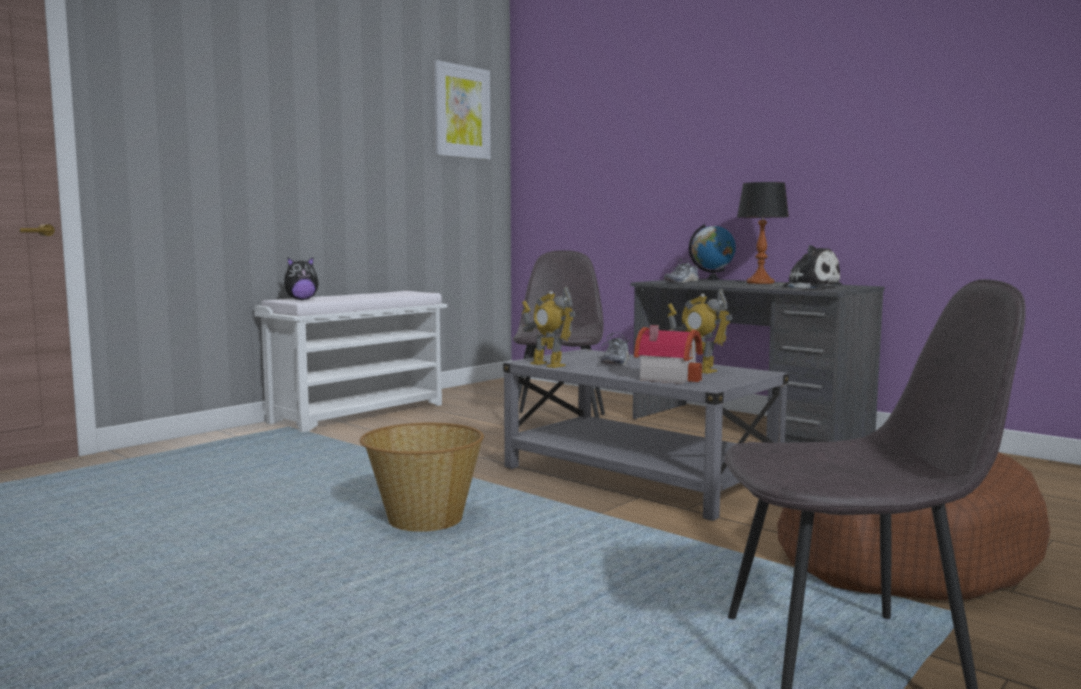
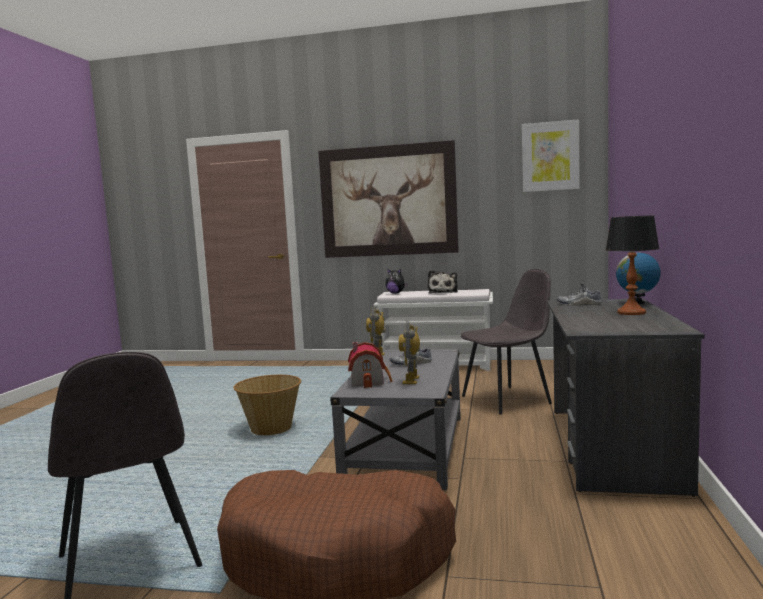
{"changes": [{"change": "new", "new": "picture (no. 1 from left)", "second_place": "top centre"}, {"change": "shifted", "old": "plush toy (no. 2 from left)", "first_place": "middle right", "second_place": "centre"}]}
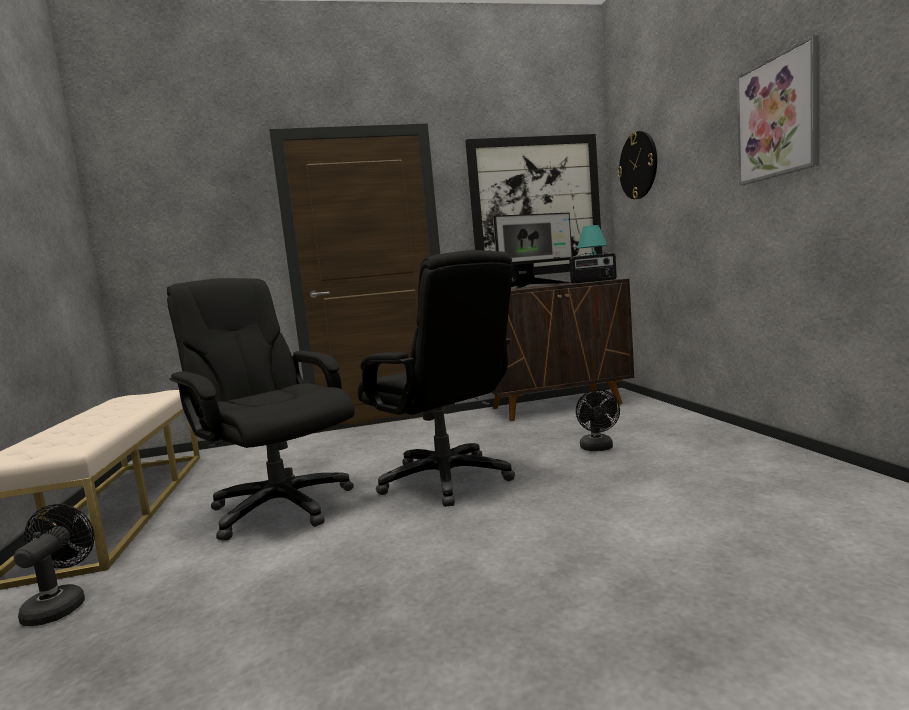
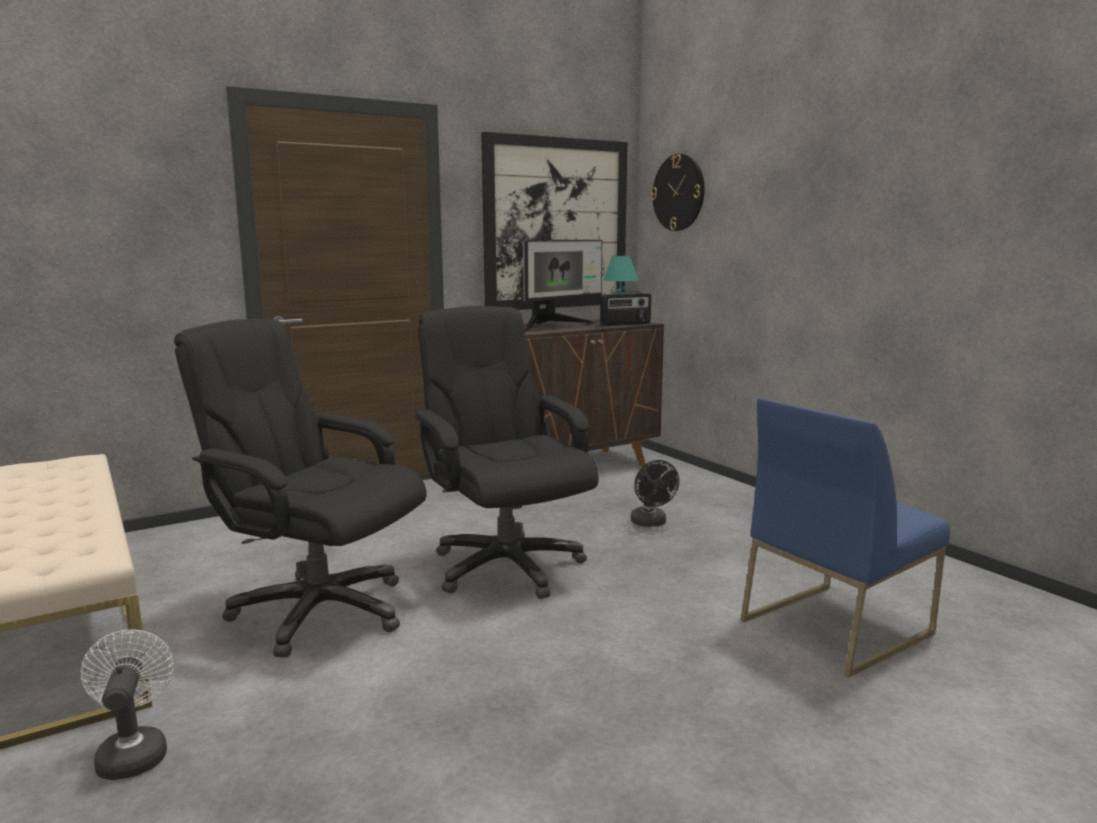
{"changes": [{"change": "repainted", "old": "black fan (no. 1 from left)", "new": "white fan", "first_place": "bottom left", "second_place": "bottom left"}, {"change": "rotated", "old": "black office chair (no. 2 from left)", "first_place": "centre", "second_place": "centre", "degrees": -150}, {"change": "new", "new": "blue chair", "second_place": "middle right"}, {"change": "gone", "old": "picture (no. 2 from left)", "first_place": "top right"}]}
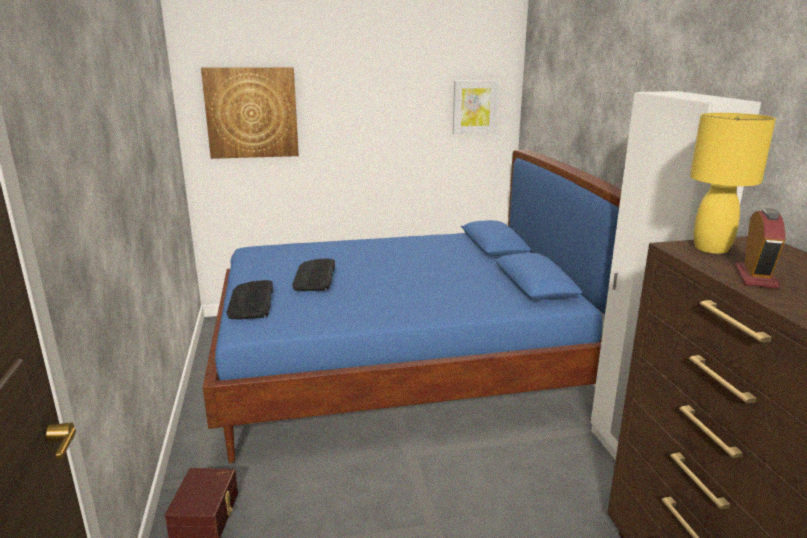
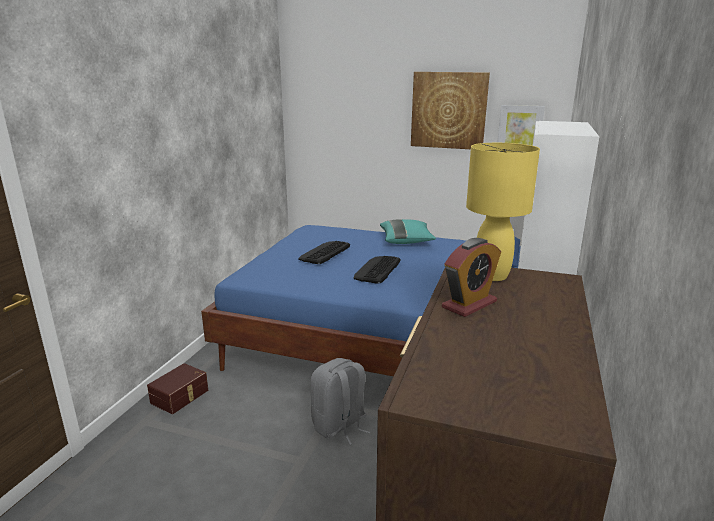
{"changes": [{"change": "new", "new": "grey backpack", "second_place": "bottom centre"}, {"change": "shifted", "old": "keyboard (no. 1 from left in the first image)", "new": "keyboard (no. 2 from left)", "first_place": "middle left", "second_place": "centre"}, {"change": "new", "new": "turquoise pillow", "second_place": "centre"}, {"change": "shifted", "old": "picture (no. 1 from left)", "first_place": "top left", "second_place": "top centre"}]}
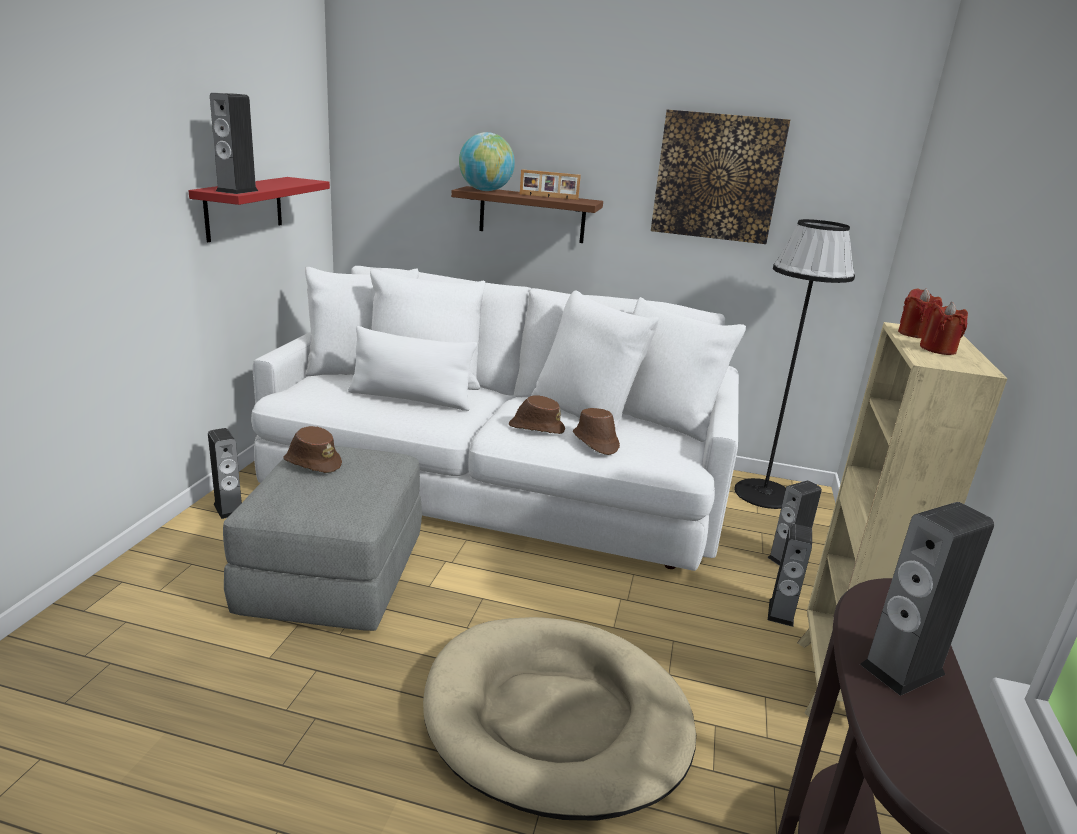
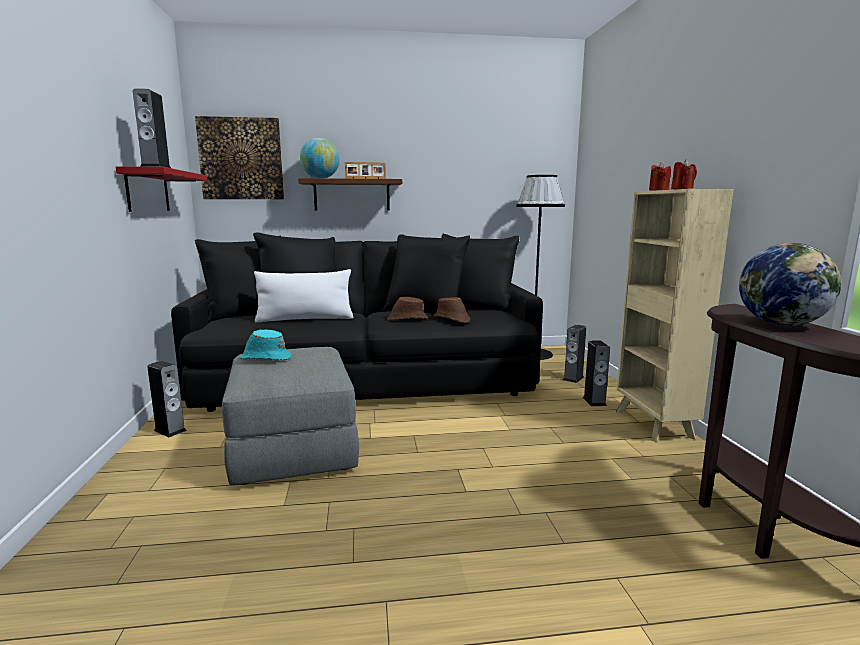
{"changes": [{"change": "repainted", "old": "white sofa", "new": "black sofa", "first_place": "centre", "second_place": "centre"}, {"change": "shifted", "old": "picture", "first_place": "top right", "second_place": "top left"}, {"change": "repainted", "old": "brown hat (no. 1 from left)", "new": "turquoise hat", "first_place": "middle left", "second_place": "middle left"}, {"change": "swapped", "old": "speaker (no. 5 from left)", "new": "globe (no. 2 from left)", "first_place": "bottom right", "second_place": "middle right"}, {"change": "gone", "old": "beige dog bed", "first_place": "bottom centre"}]}
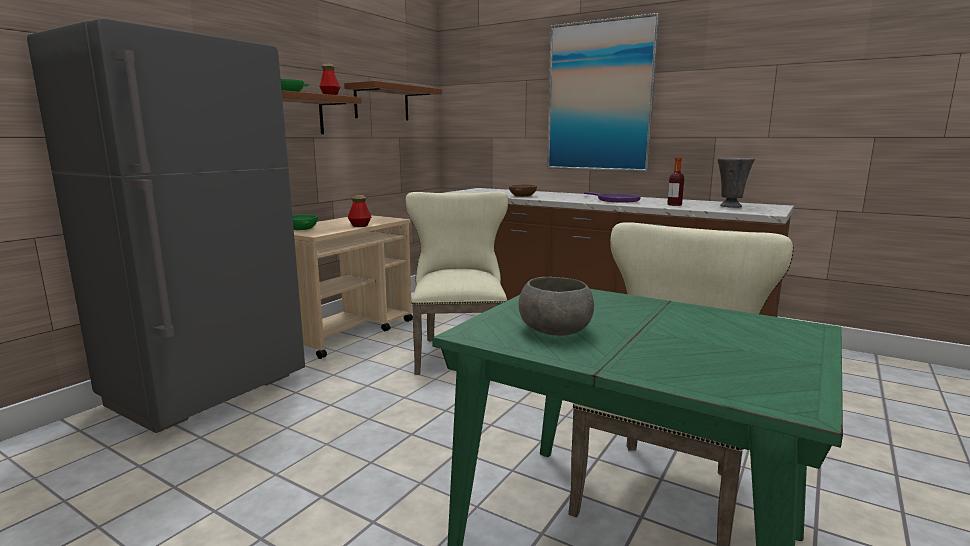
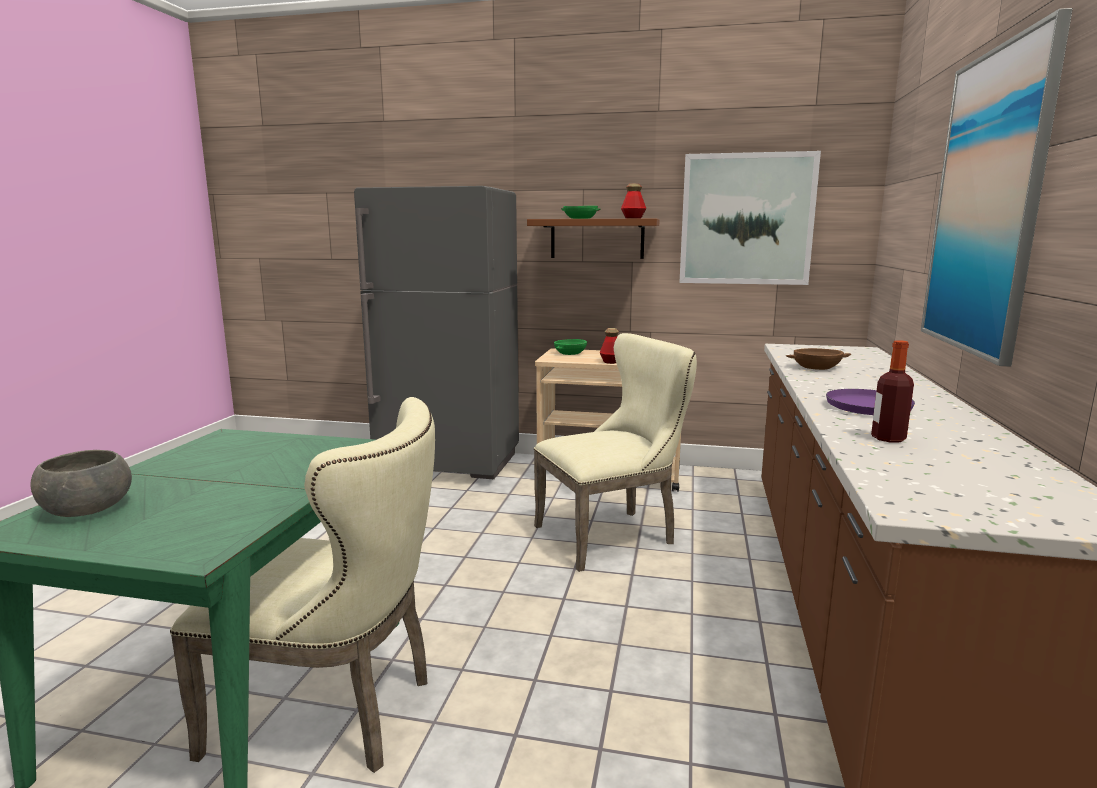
{"changes": [{"change": "shifted", "old": "grey bowl", "first_place": "centre", "second_place": "middle left"}, {"change": "swapped", "old": "brown shelf (no. 2 from left)", "new": "picture (no. 1 from left)", "first_place": "top centre", "second_place": "top right"}, {"change": "gone", "old": "grey vase", "first_place": "middle right"}]}
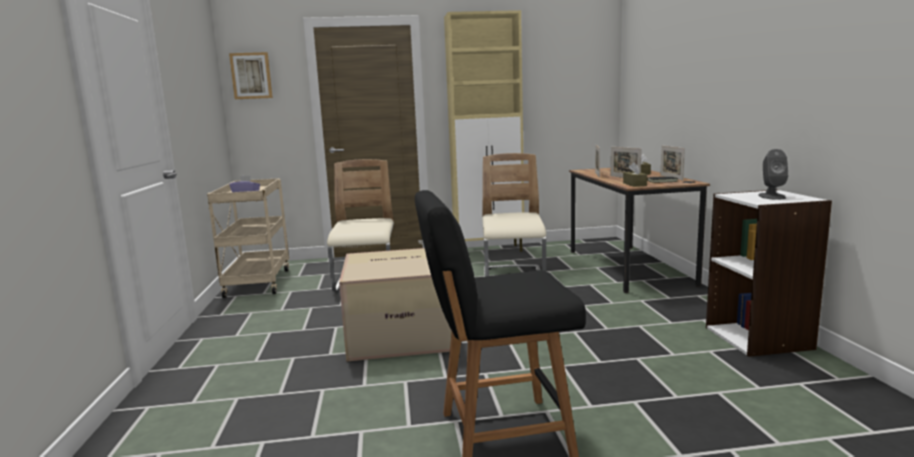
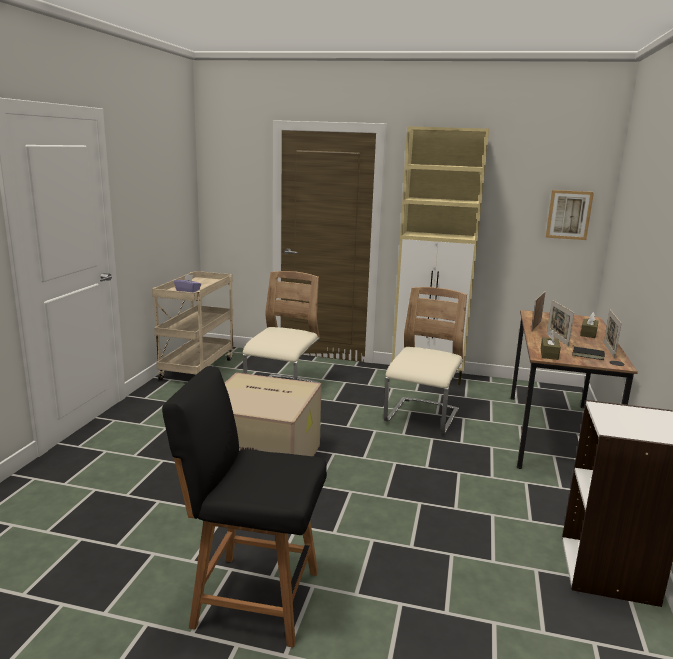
{"changes": [{"change": "shifted", "old": "picture", "first_place": "top left", "second_place": "top right"}, {"change": "gone", "old": "grey speaker", "first_place": "middle right"}]}
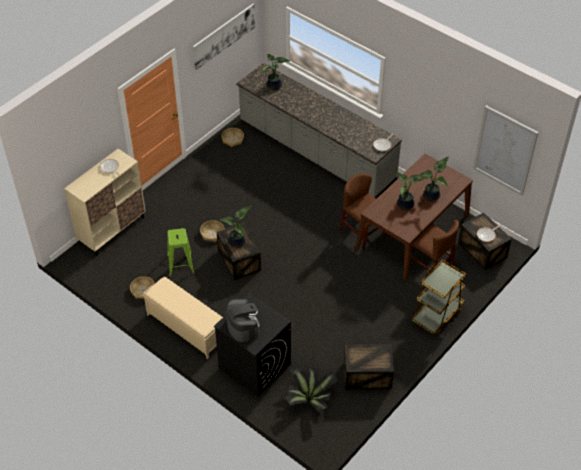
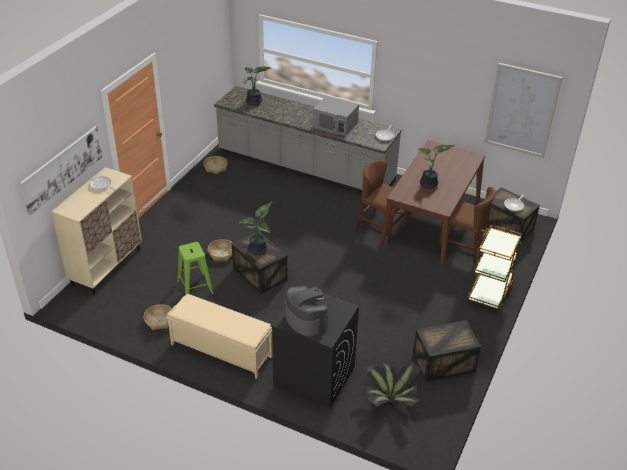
{"changes": [{"change": "shifted", "old": "picture (no. 1 from left)", "first_place": "top centre", "second_place": "middle left"}, {"change": "new", "new": "grey microwave", "second_place": "top centre"}, {"change": "gone", "old": "potted plant (no. 5 from left)", "first_place": "middle right"}]}
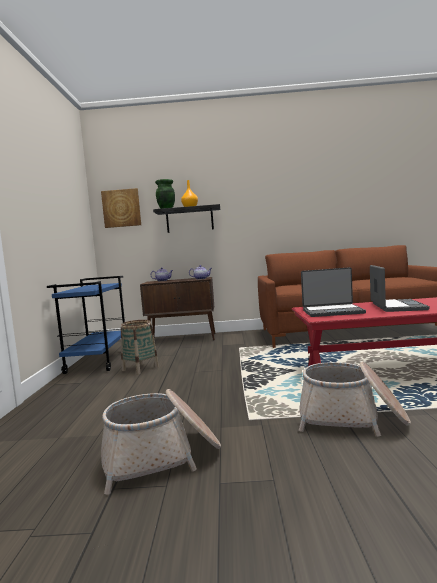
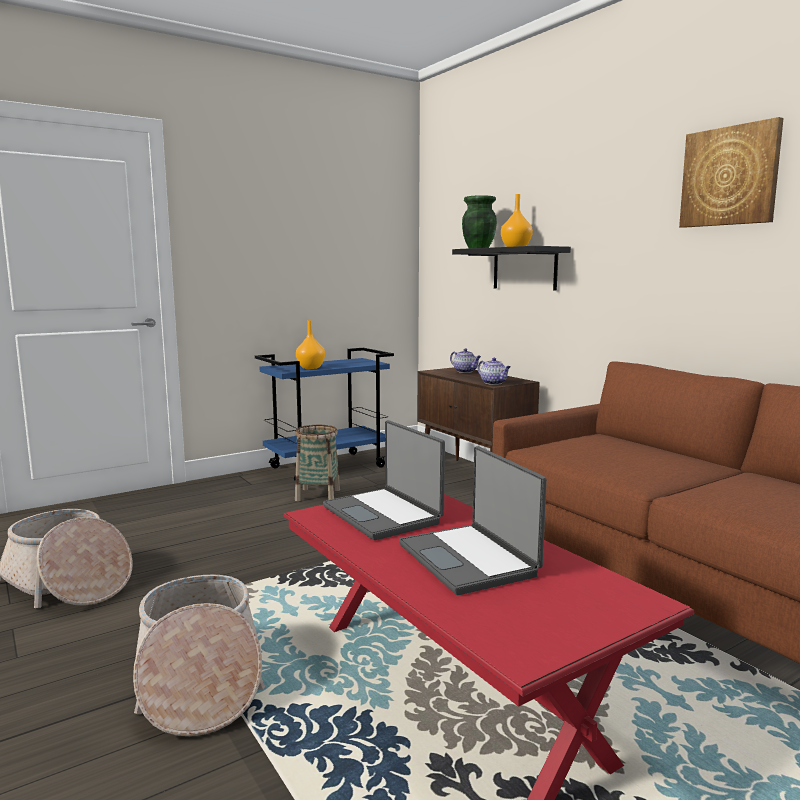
{"changes": [{"change": "new", "new": "orange vase (no. 1 from left)", "second_place": "centre"}, {"change": "rotated", "old": "laptop (no. 2 from left)", "first_place": "middle right", "second_place": "centre", "degrees": 90}, {"change": "shifted", "old": "picture", "first_place": "middle left", "second_place": "top right"}]}
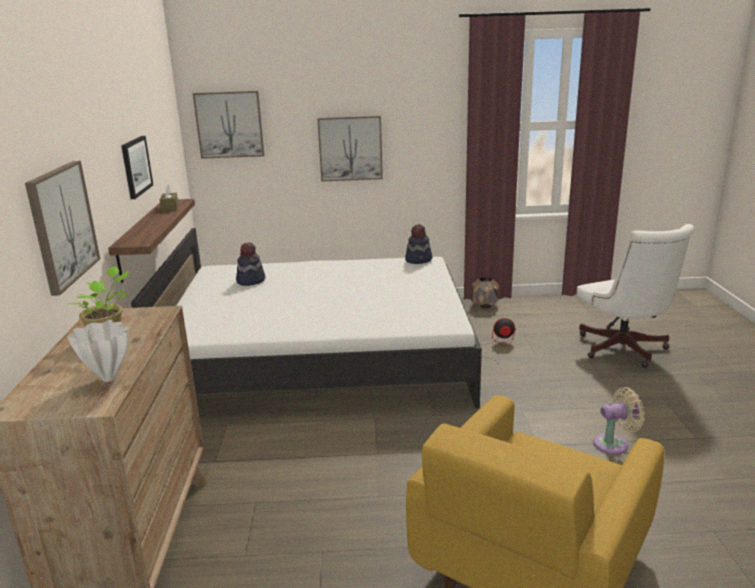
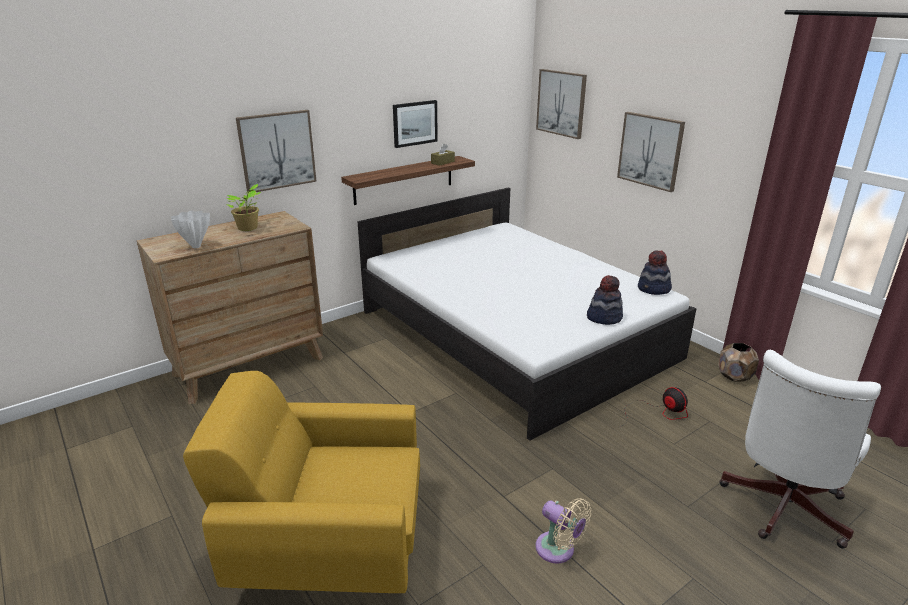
{"changes": [{"change": "shifted", "old": "hat (no. 1 from left)", "first_place": "middle left", "second_place": "centre"}]}
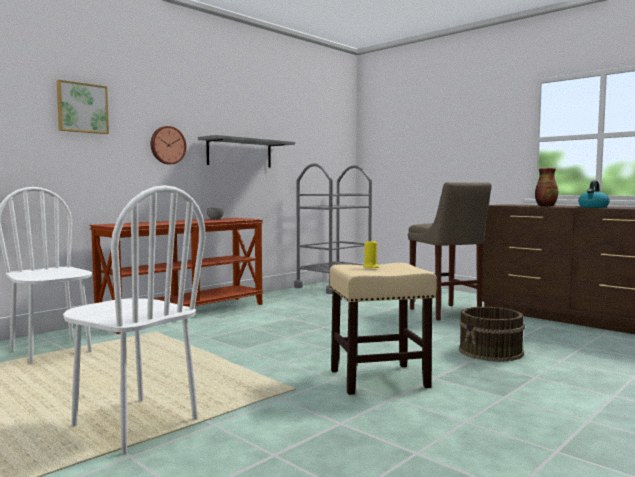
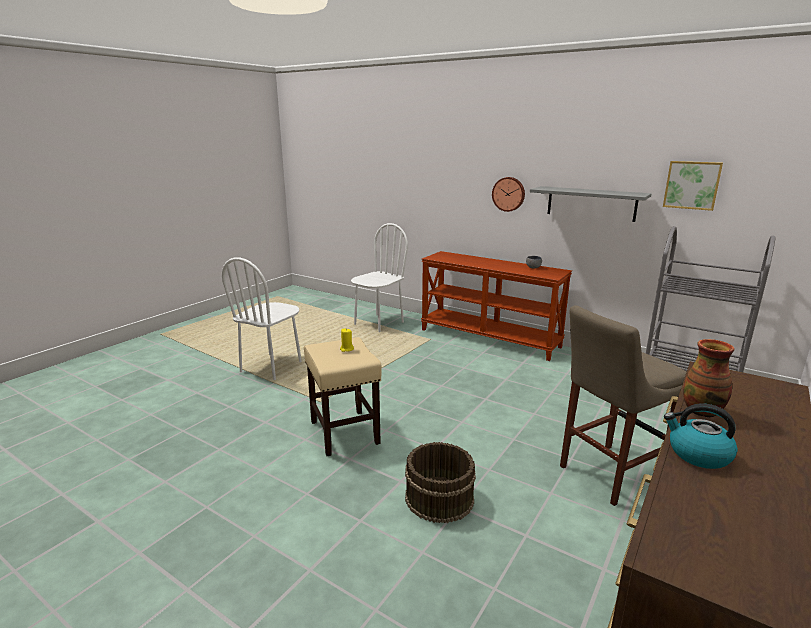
{"changes": [{"change": "shifted", "old": "picture", "first_place": "top left", "second_place": "top right"}]}
